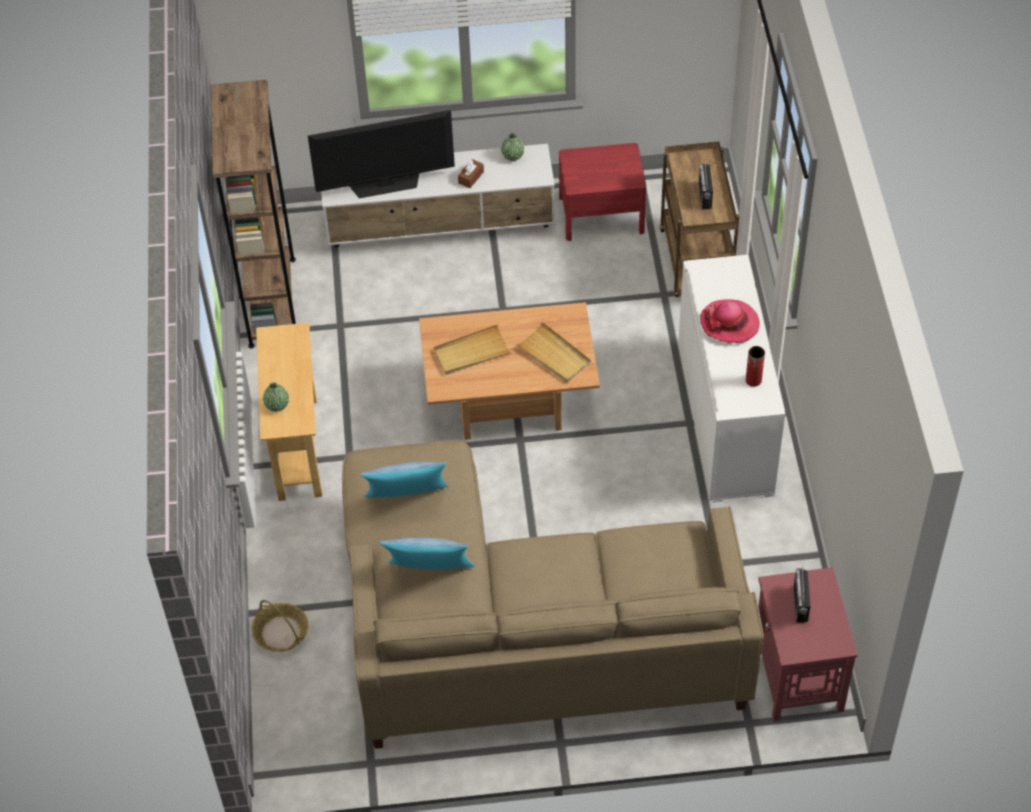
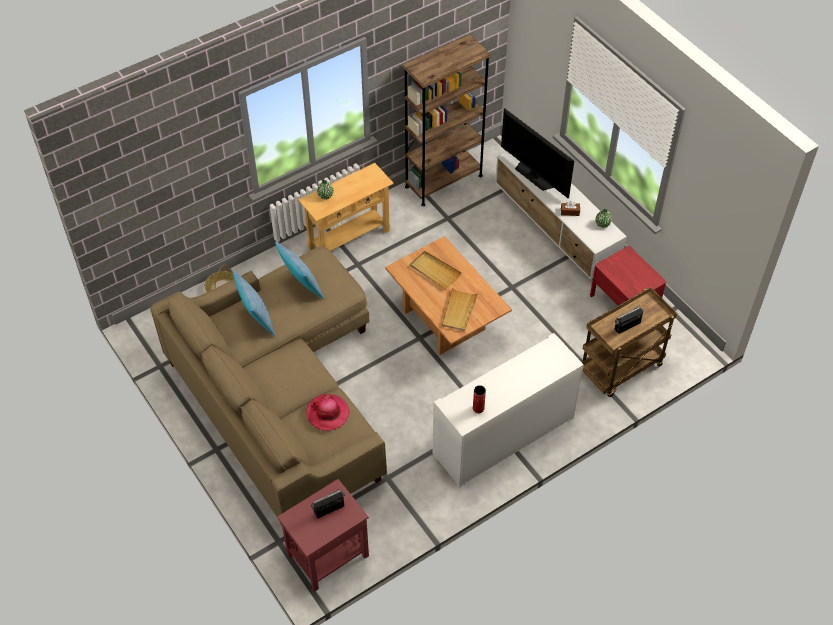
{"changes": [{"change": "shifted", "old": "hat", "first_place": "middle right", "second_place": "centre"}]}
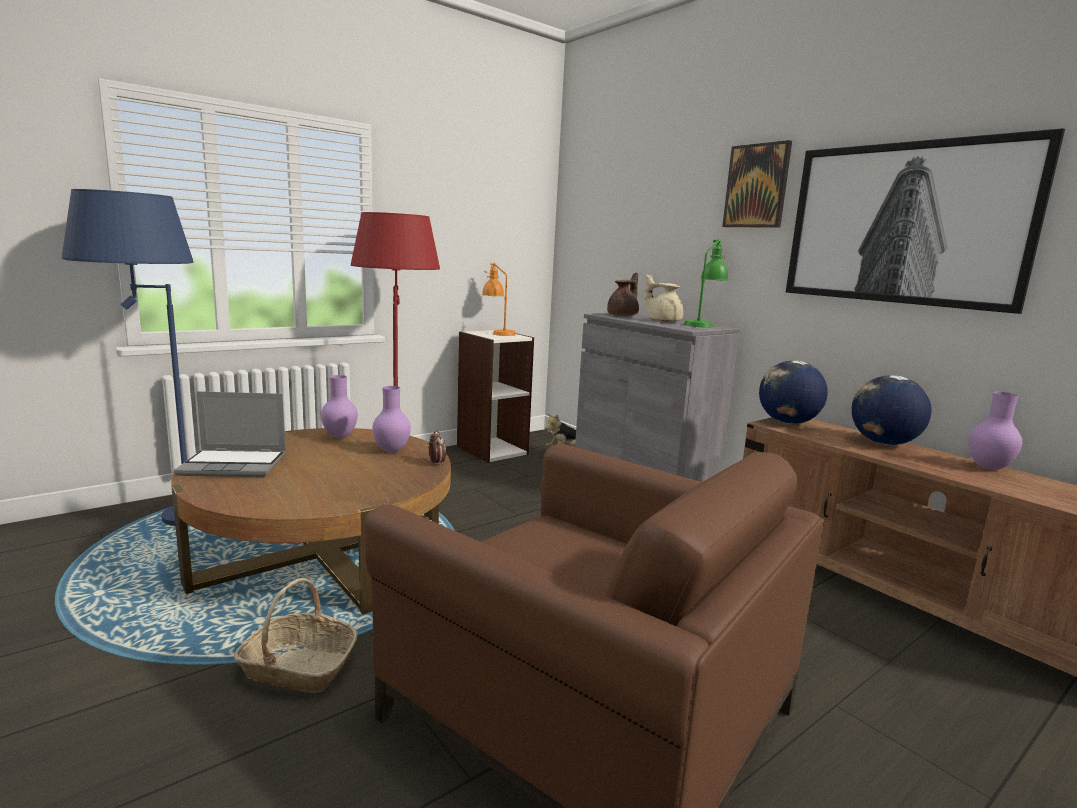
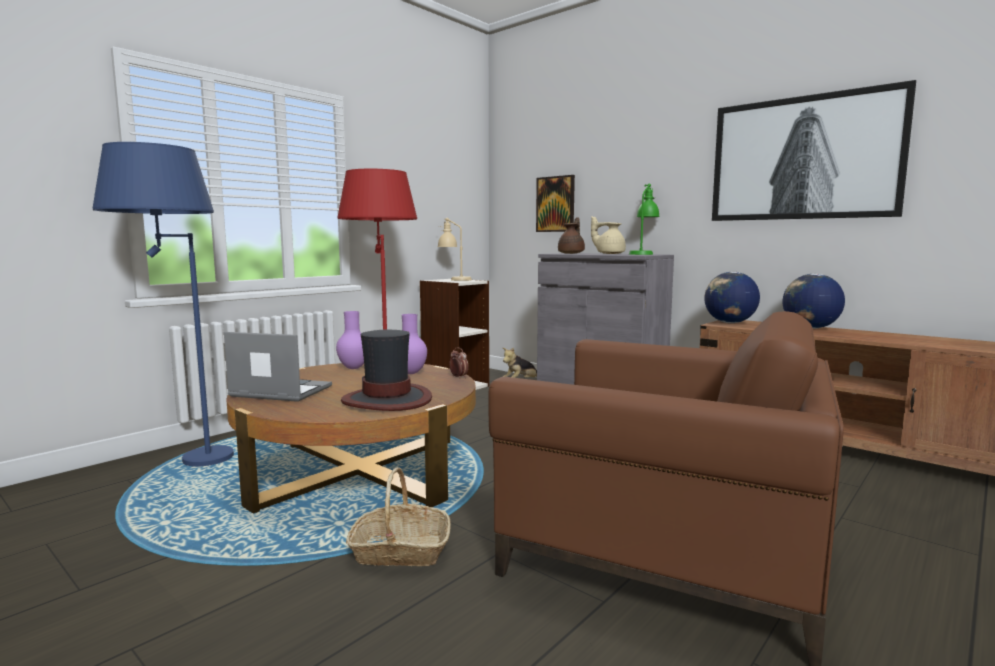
{"changes": [{"change": "rotated", "old": "laptop", "first_place": "middle left", "second_place": "middle left", "degrees": -150}, {"change": "new", "new": "hat", "second_place": "centre"}, {"change": "repainted", "old": "orange table lamp", "new": "beige table lamp", "first_place": "centre", "second_place": "centre"}, {"change": "shifted", "old": "picture (no. 1 from left)", "first_place": "top right", "second_place": "top centre"}, {"change": "gone", "old": "purple vase (no. 3 from left)", "first_place": "middle right"}]}
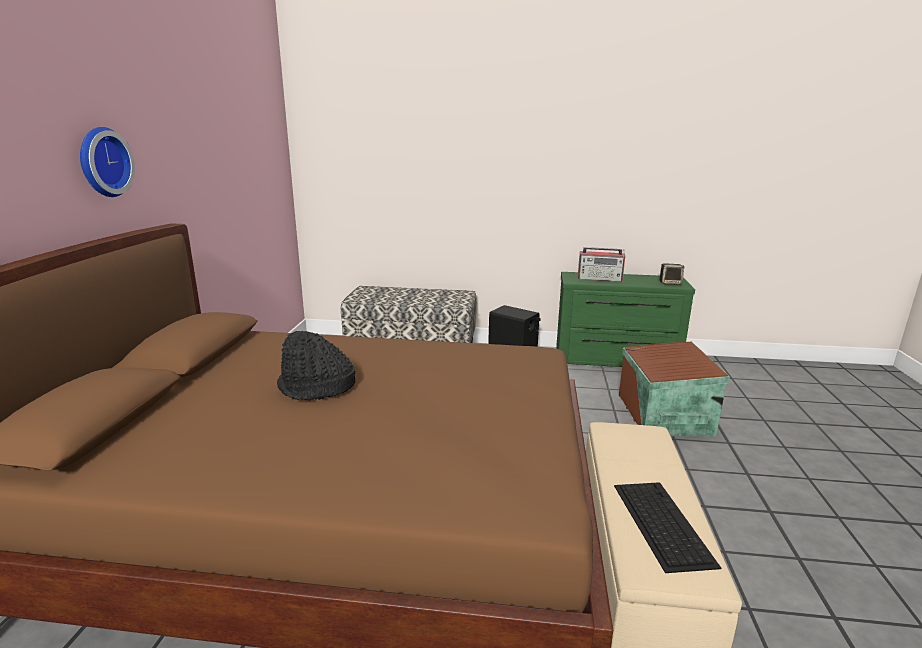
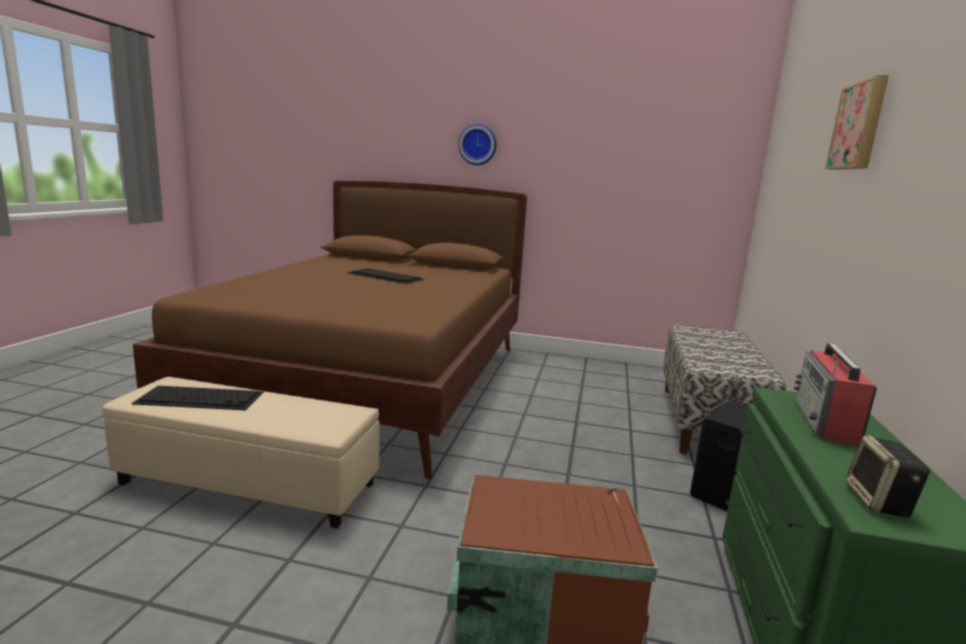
{"changes": [{"change": "swapped", "old": "black hat", "new": "keyboard (no. 2 from left)", "first_place": "centre", "second_place": "centre"}, {"change": "new", "new": "picture", "second_place": "top right"}]}
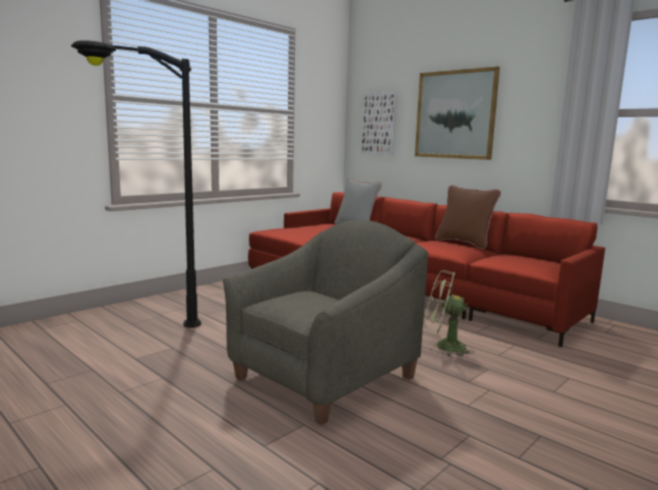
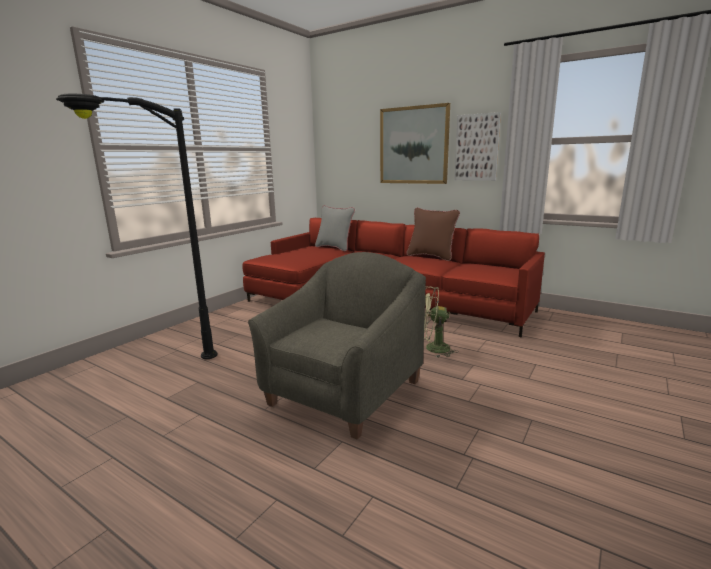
{"changes": [{"change": "shifted", "old": "picture (no. 1 from left in the first image)", "new": "picture (no. 2 from left)", "first_place": "top centre", "second_place": "top right"}]}
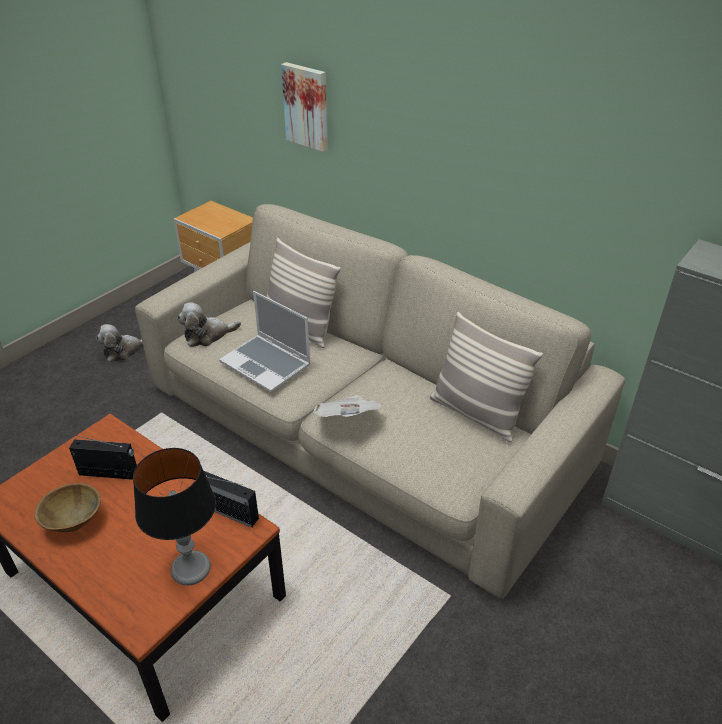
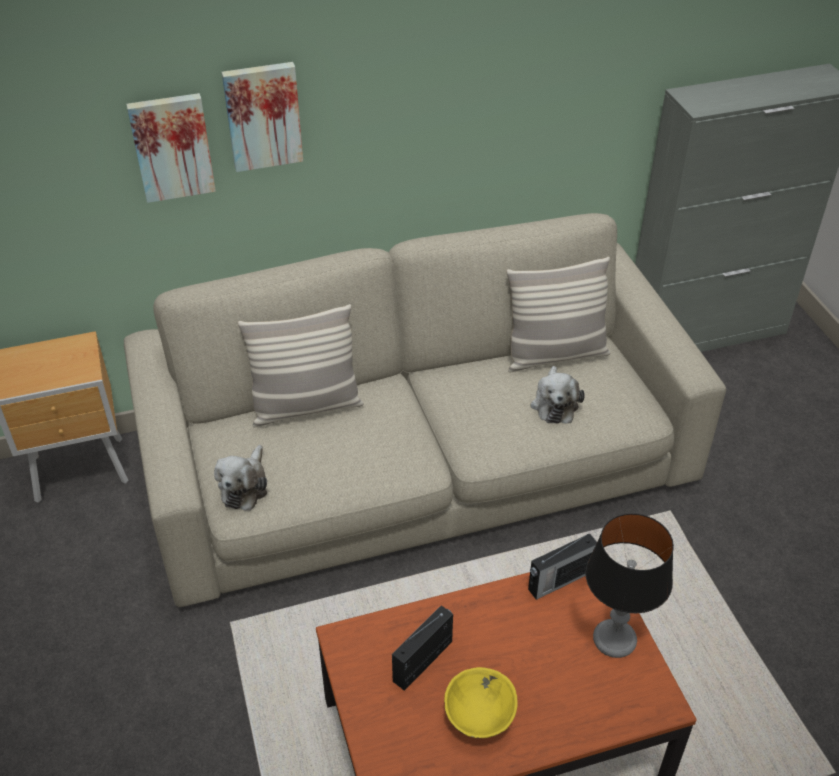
{"changes": [{"change": "new", "new": "picture (no. 2 from left)", "second_place": "top left"}, {"change": "repainted", "old": "brown bowl", "new": "yellow bowl", "first_place": "bottom left", "second_place": "bottom centre"}, {"change": "shifted", "old": "plush toy (no. 1 from left in the first image)", "new": "plush toy (no. 2 from left)", "first_place": "middle left", "second_place": "centre"}, {"change": "gone", "old": "laptop", "first_place": "centre"}, {"change": "gone", "old": "newspaper", "first_place": "centre"}]}
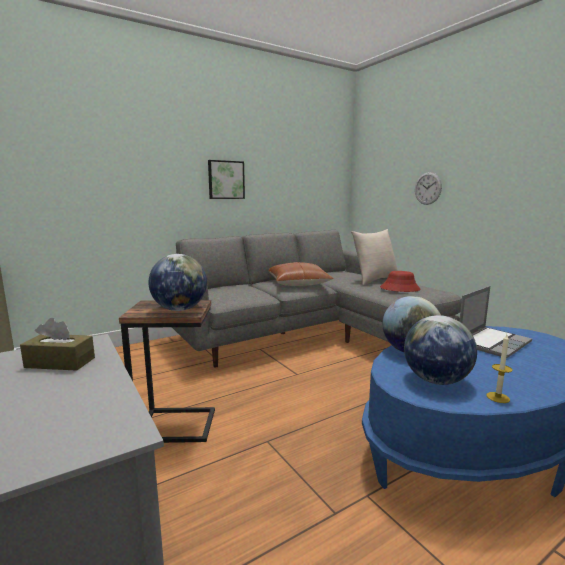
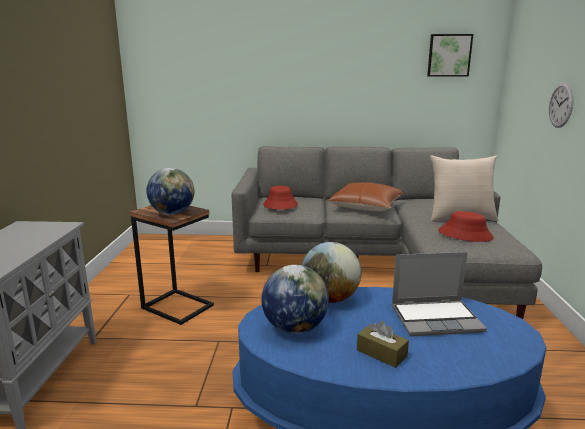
{"changes": [{"change": "new", "new": "red hat (no. 1 from left)", "second_place": "centre"}, {"change": "shifted", "old": "brown tissue box", "first_place": "middle left", "second_place": "bottom centre"}, {"change": "shifted", "old": "picture", "first_place": "top centre", "second_place": "top right"}, {"change": "gone", "old": "candle", "first_place": "middle right"}]}
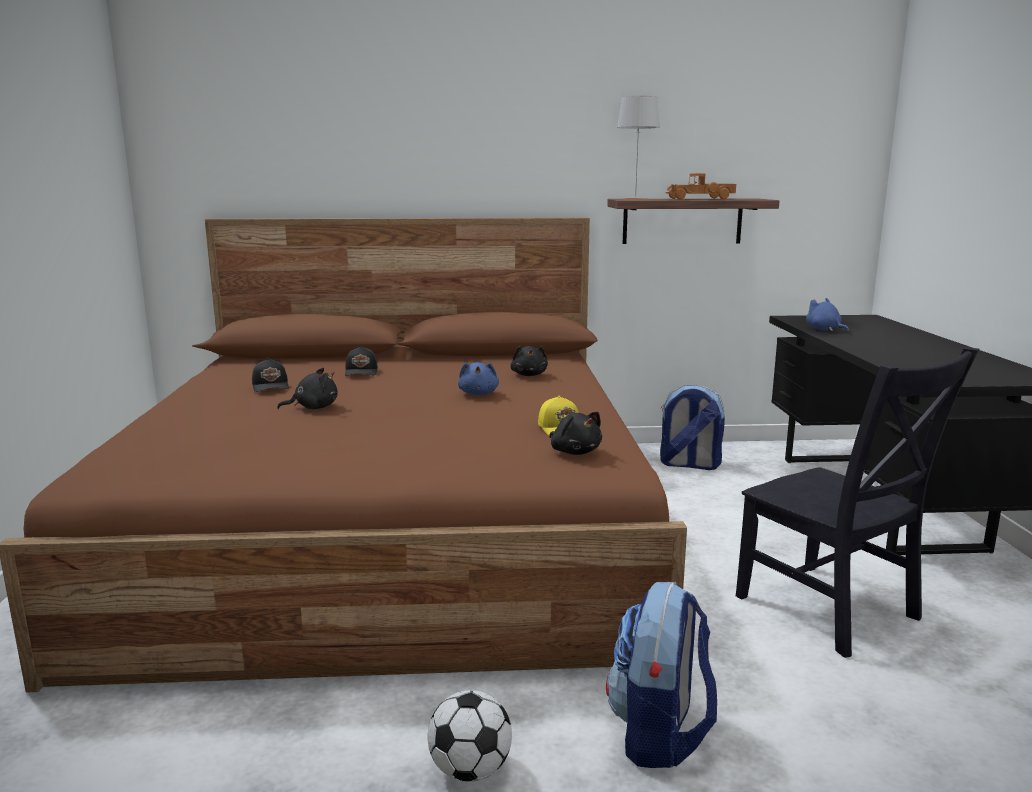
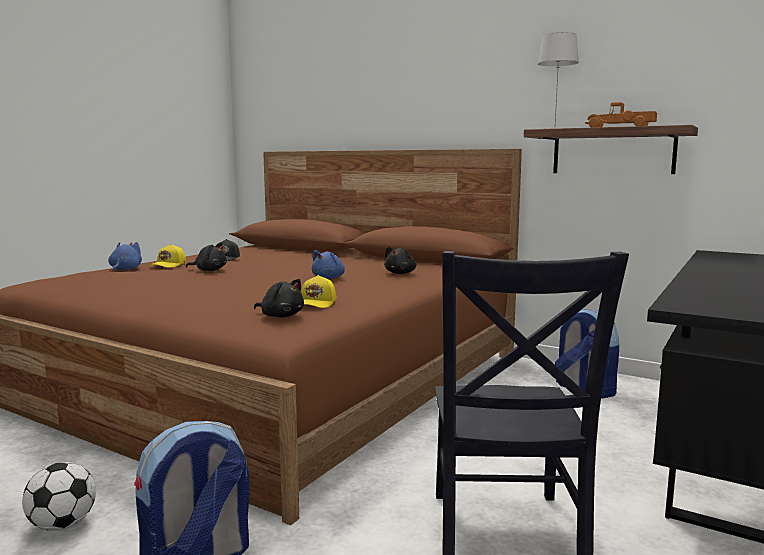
{"changes": [{"change": "shifted", "old": "blue plush toy (no. 2 from left in the first image)", "new": "blue plush toy (no. 1 from left)", "first_place": "middle right", "second_place": "middle left"}, {"change": "new", "new": "yellow cap (no. 1 from left)", "second_place": "middle left"}, {"change": "rotated", "old": "black plush toy (no. 3 from left in the first image)", "first_place": "centre", "second_place": "centre", "degrees": -60}, {"change": "gone", "old": "black cap (no. 2 from left)", "first_place": "centre"}]}
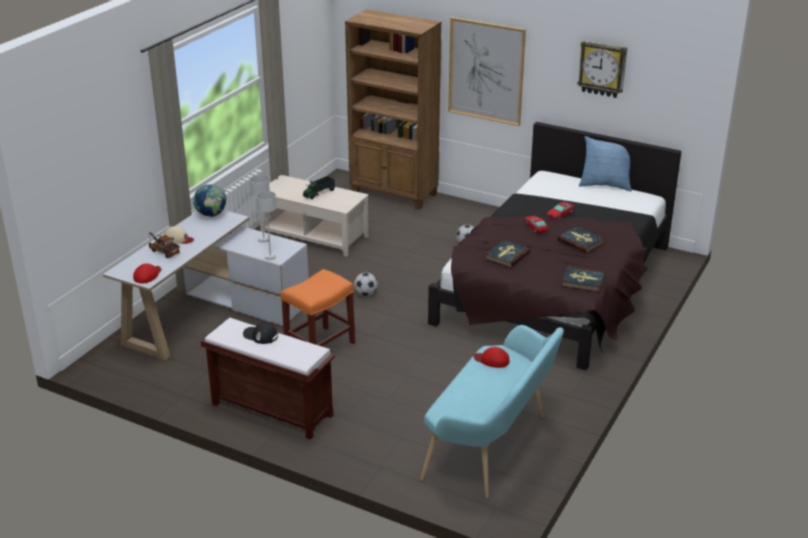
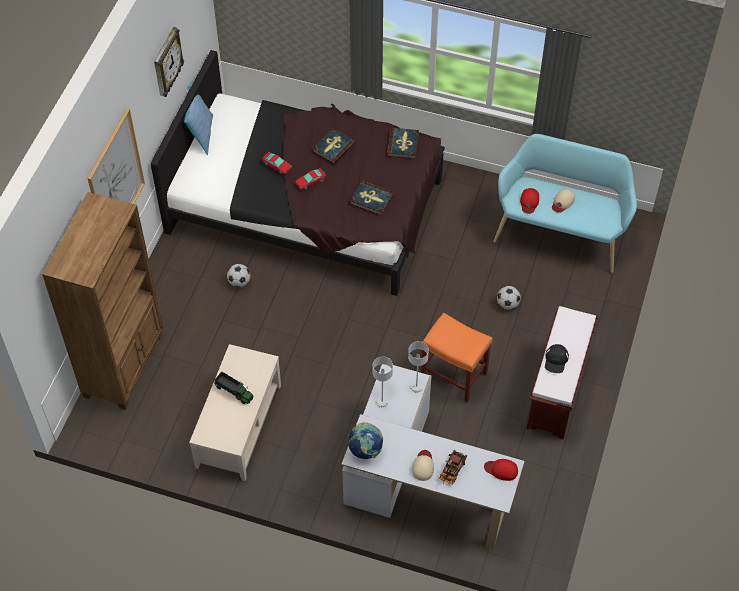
{"changes": [{"change": "shifted", "old": "football (no. 1 from left in the first image)", "new": "football (no. 2 from left)", "first_place": "centre", "second_place": "middle right"}, {"change": "new", "new": "beige cap (no. 2 from left)", "second_place": "middle right"}]}
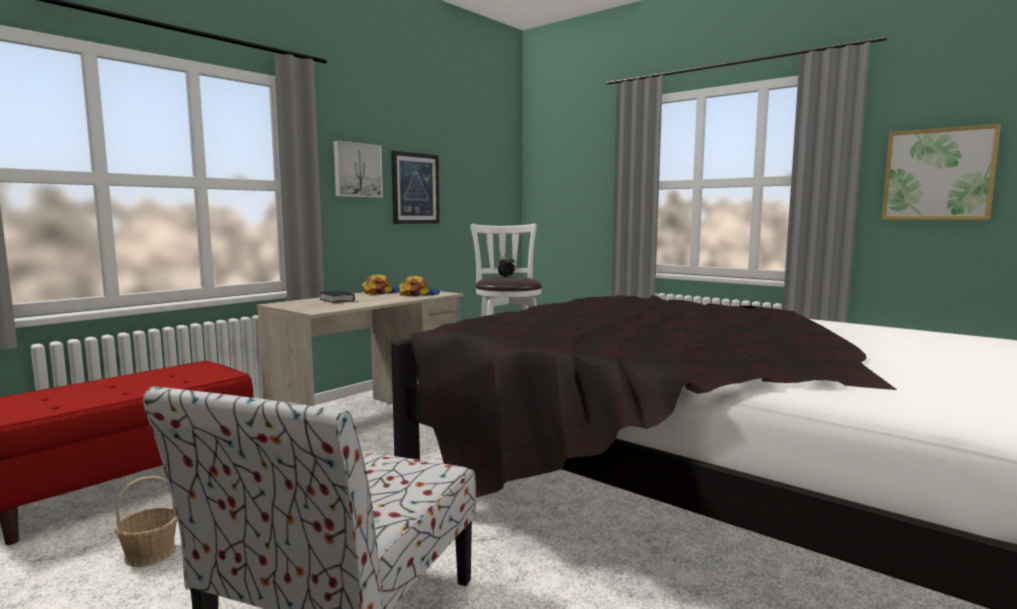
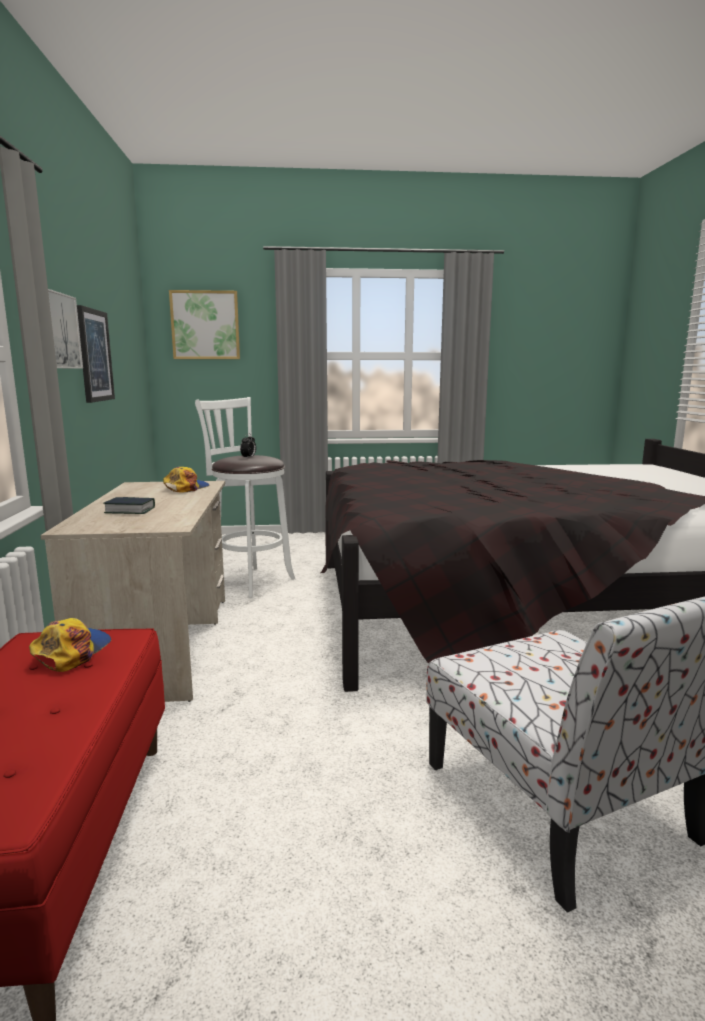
{"changes": [{"change": "shifted", "old": "cap (no. 1 from left)", "first_place": "centre", "second_place": "middle left"}, {"change": "shifted", "old": "picture (no. 3 from left)", "first_place": "top right", "second_place": "top left"}, {"change": "gone", "old": "basket", "first_place": "bottom left"}]}
